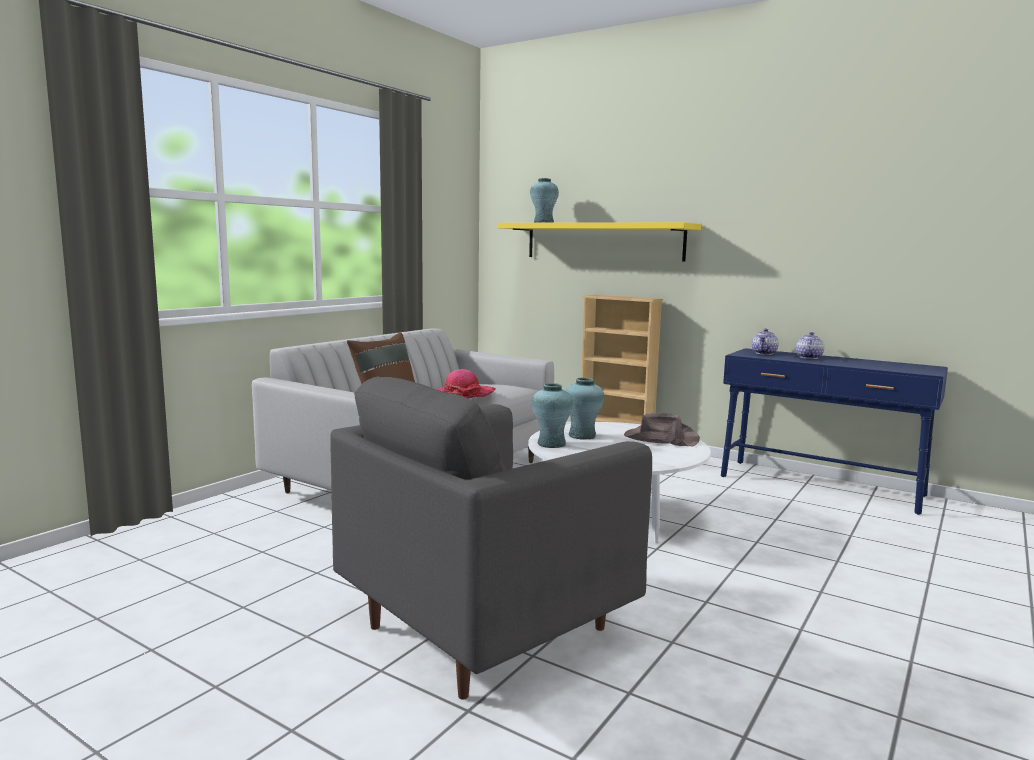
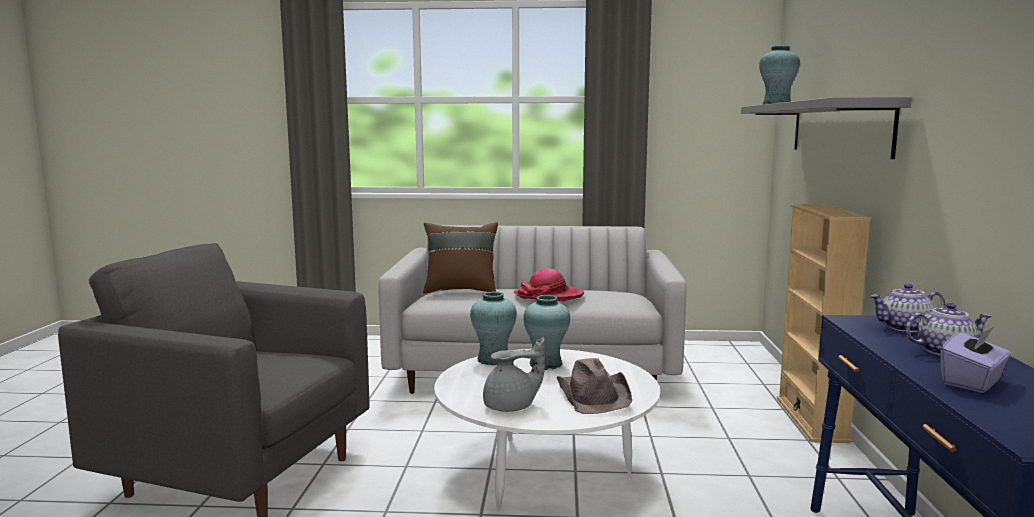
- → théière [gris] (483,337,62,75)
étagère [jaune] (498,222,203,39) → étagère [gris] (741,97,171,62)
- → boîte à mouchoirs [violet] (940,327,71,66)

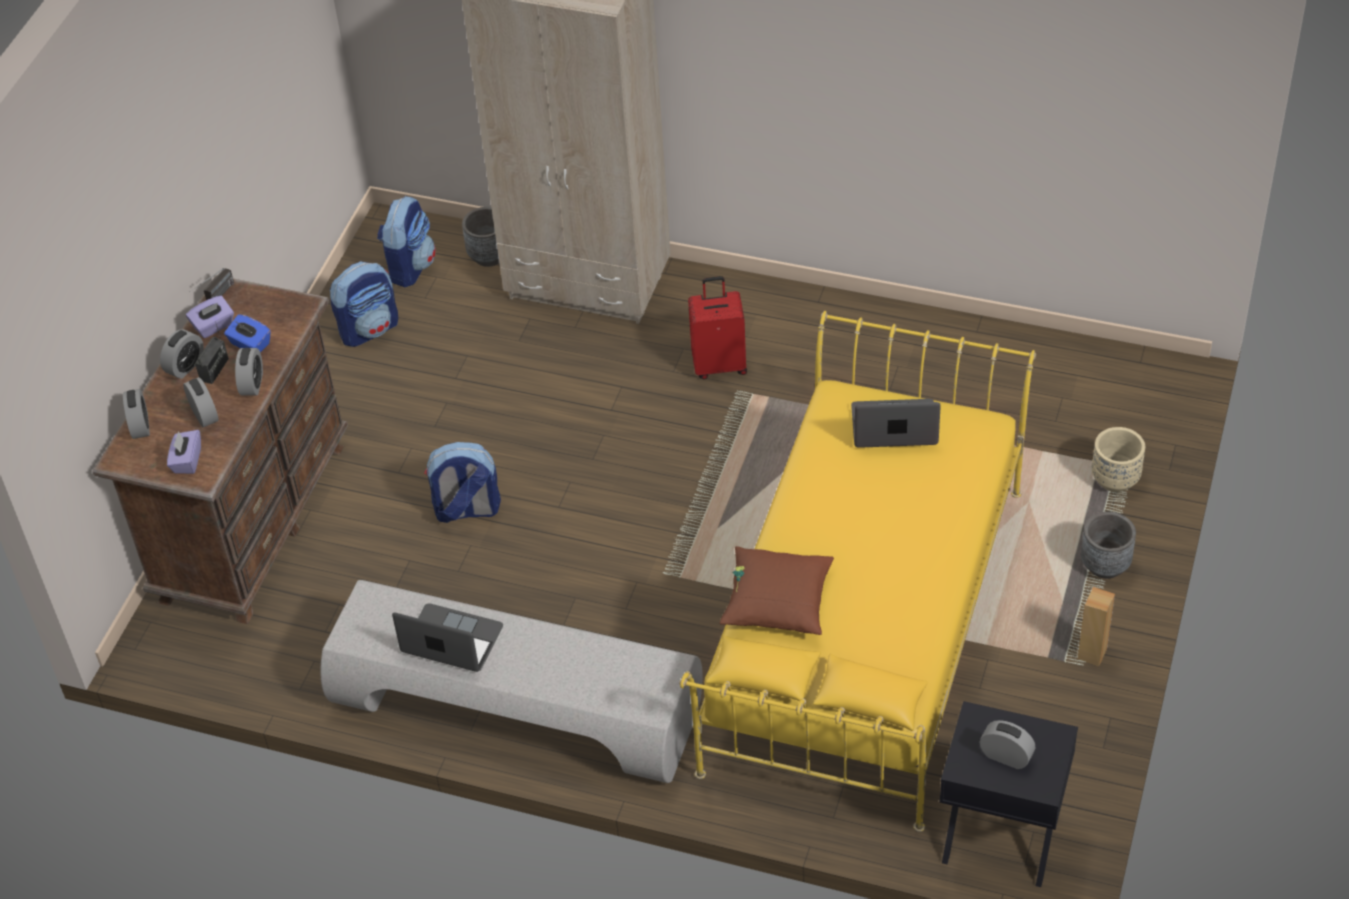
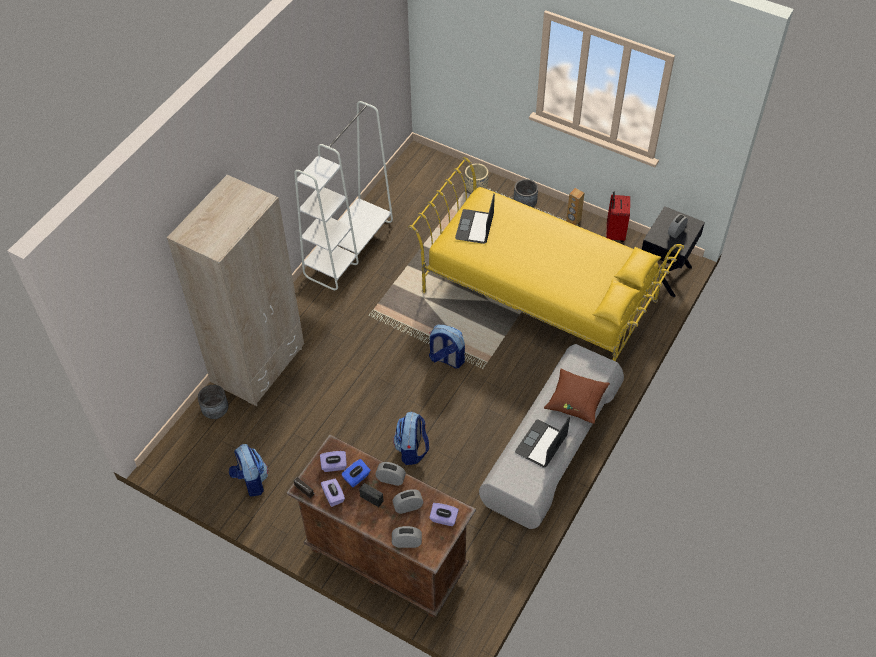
- → portant [blanc] (294,101,99,189)
- → boîte à mouchoirs [violet] (320,451,27,21)
sac à dos (377,196,59,91) → sac à dos (429,324,36,44), shifted
coussin [marron] (720,546,114,89) → coussin [marron] (544,369,66,55), shifted
valise [rouge] (688,276,59,103) → valise [rouge] (607,192,23,50), shifted
réveil (160,329,44,50) → -

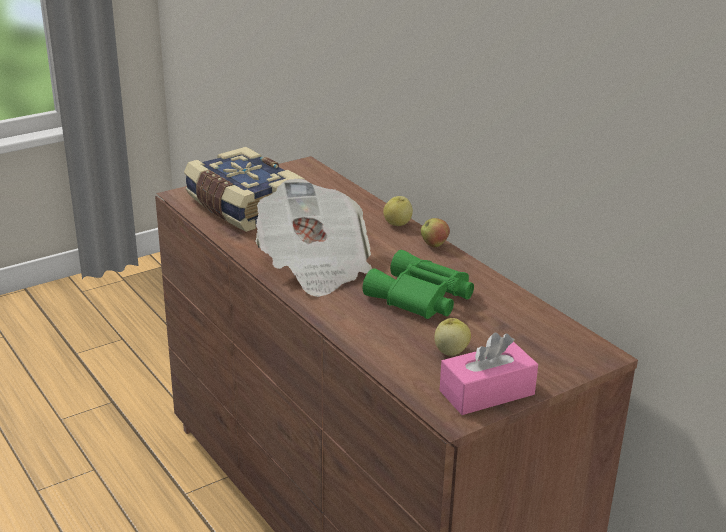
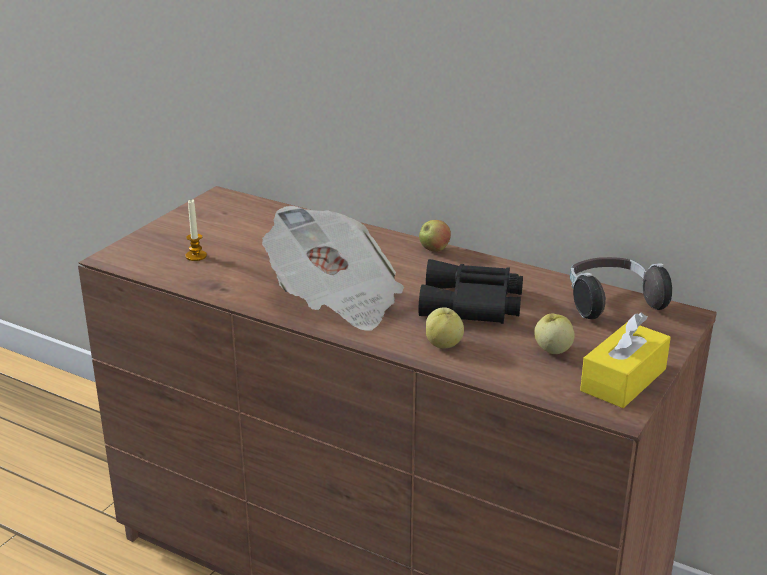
livre (184,147,120,85) → bougie (185,199,22,62)
jumelles [vert] (362,250,112,69) → jumelles [noir] (419,259,104,65)
pomme (383,196,30,30) → pomme (426,307,38,41), shifted
- → casque audio (570,257,102,62)
boîte à mouchoirs [rose] (439,333,99,82) → boîte à mouchoirs [jaune] (580,312,91,96)

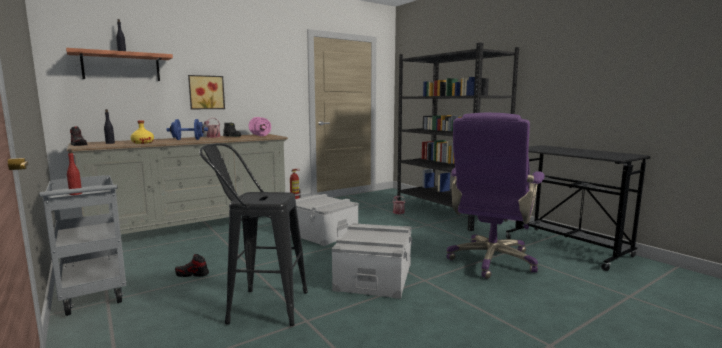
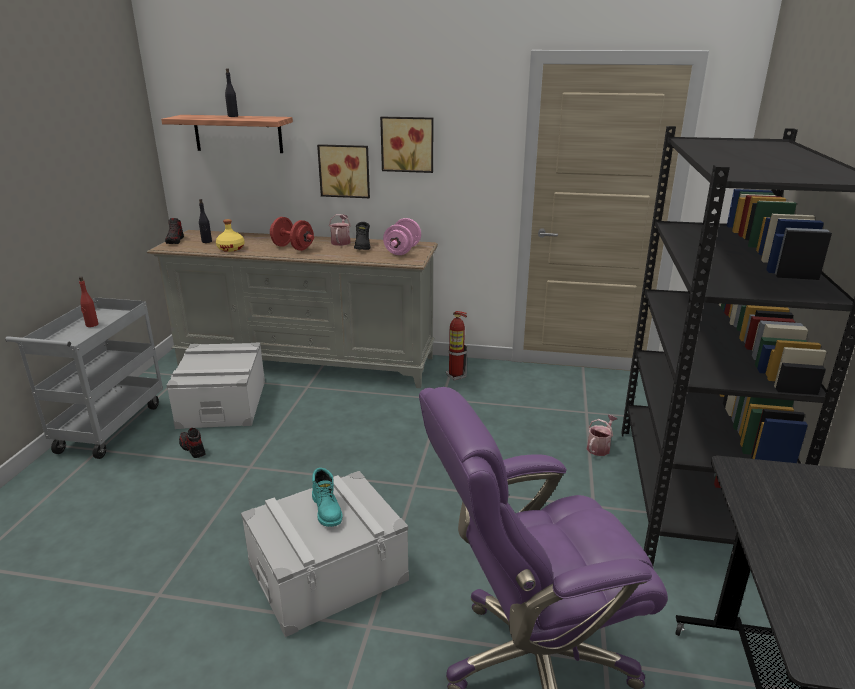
boîte de rangement [gris] (290,194,69,52) → boîte de rangement [gris] (166,343,99,86), shifted
haltère [bleu] (166,119,42,21) → haltère [rouge] (270,217,44,34)
- → botte [turquoise] (312,468,31,59)
- → tableau (380,116,53,57)
tabouret [noir] (199,143,109,183) → -

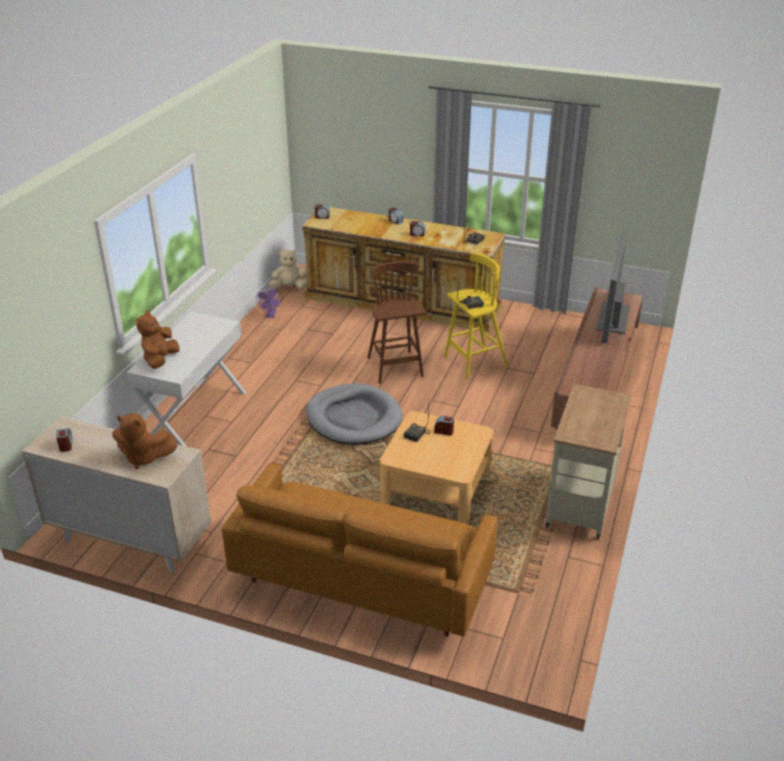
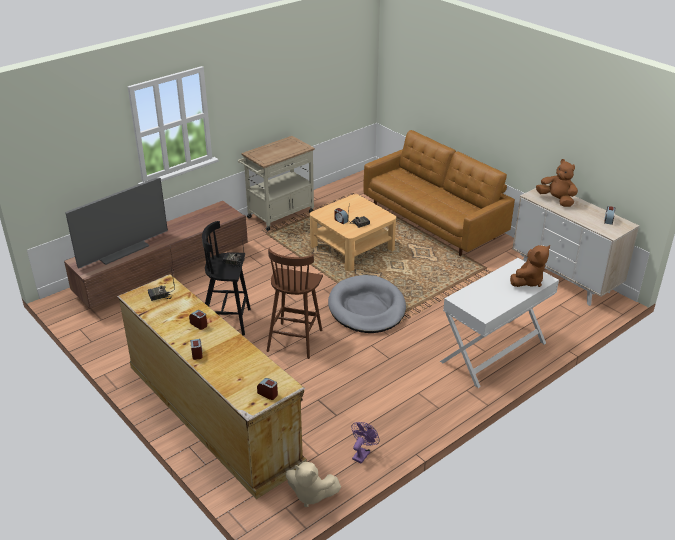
tabouret [jaune] (444,253,64,126) → tabouret [noir] (202,221,49,115)

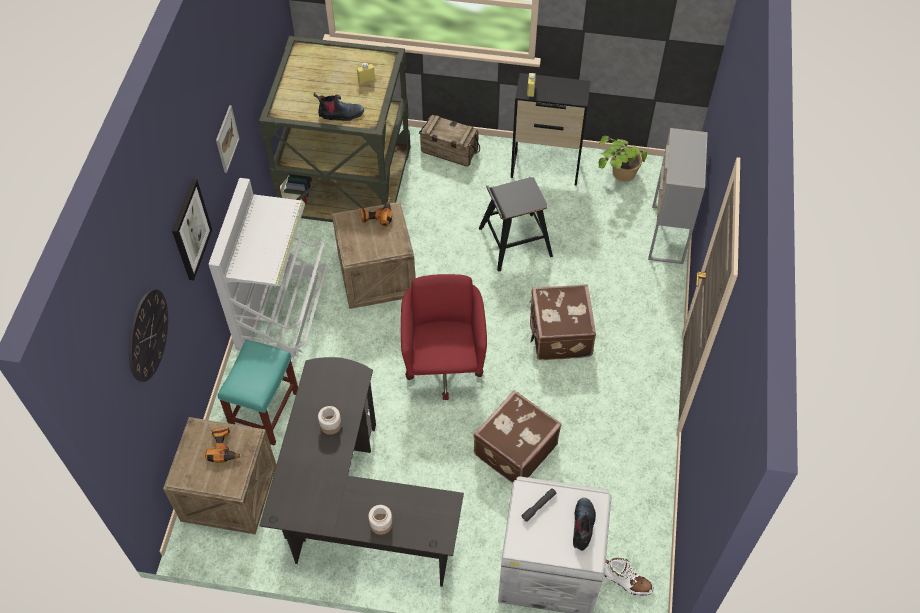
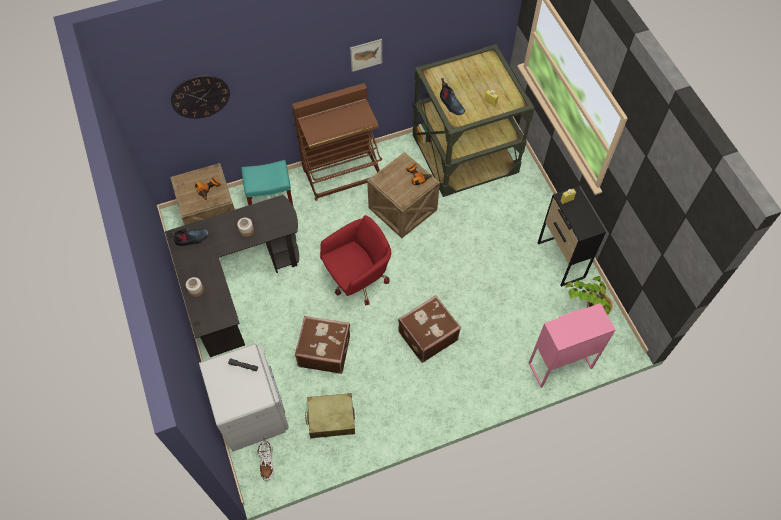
botte (573,498,23,53) → botte (168,229,41,17), shifted
étagère à chaussures [blanc] (209,178,118,183) → étagère à chaussures [marron] (292,83,90,118)
- → valise [beige] (305,393,50,46)
meuble de rangement [gris] (648,128,60,136) → meuble de rangement [rose] (529,303,87,85)
tableau (172,179,40,101) → -
caisse (419,115,61,52) → -
tabouret [noir] (479,177,74,95) → -

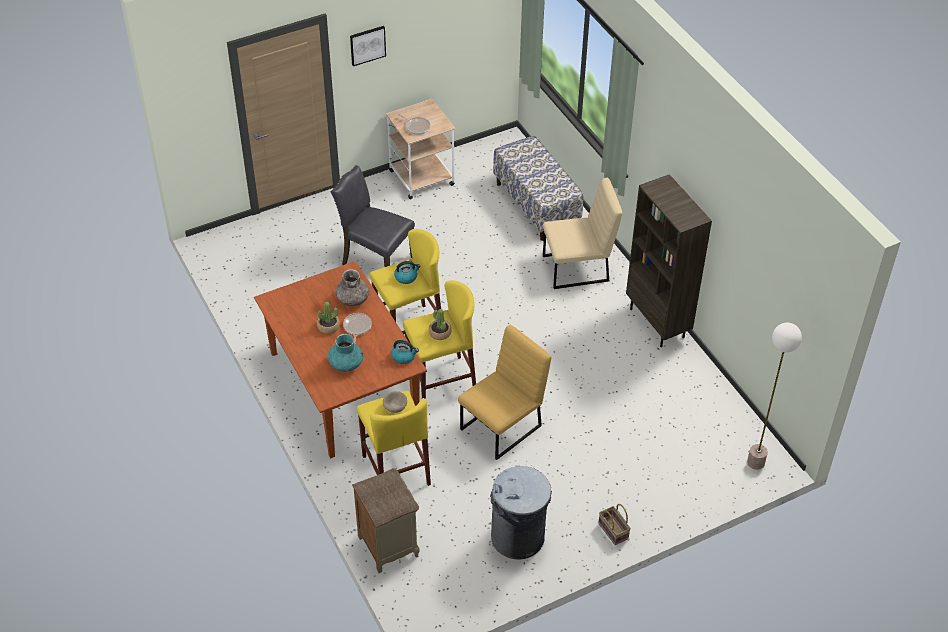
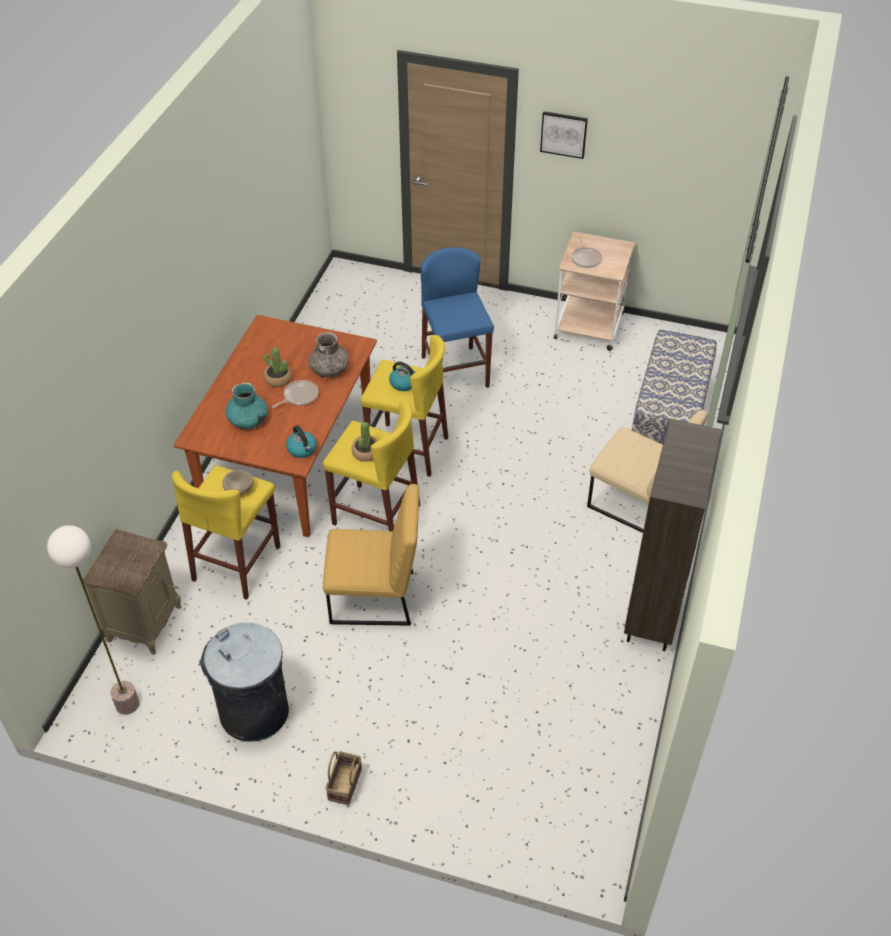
lampadaire (747,323,55,147) → lampadaire (47,525,92,190), shifted
chaise [gris] (331,165,84,102) → tabouret [bleu] (421,247,73,141)

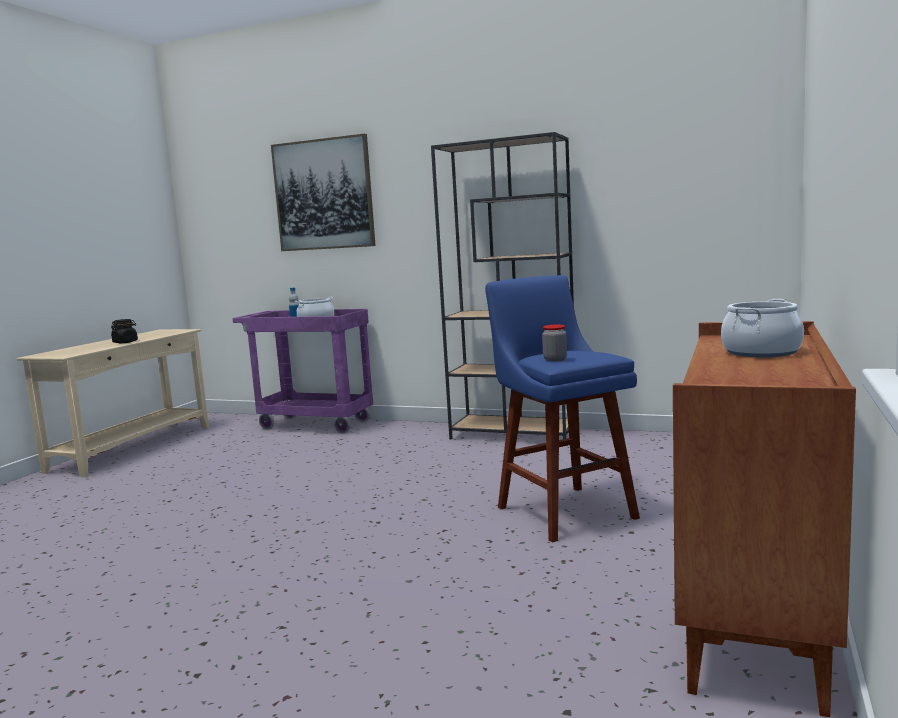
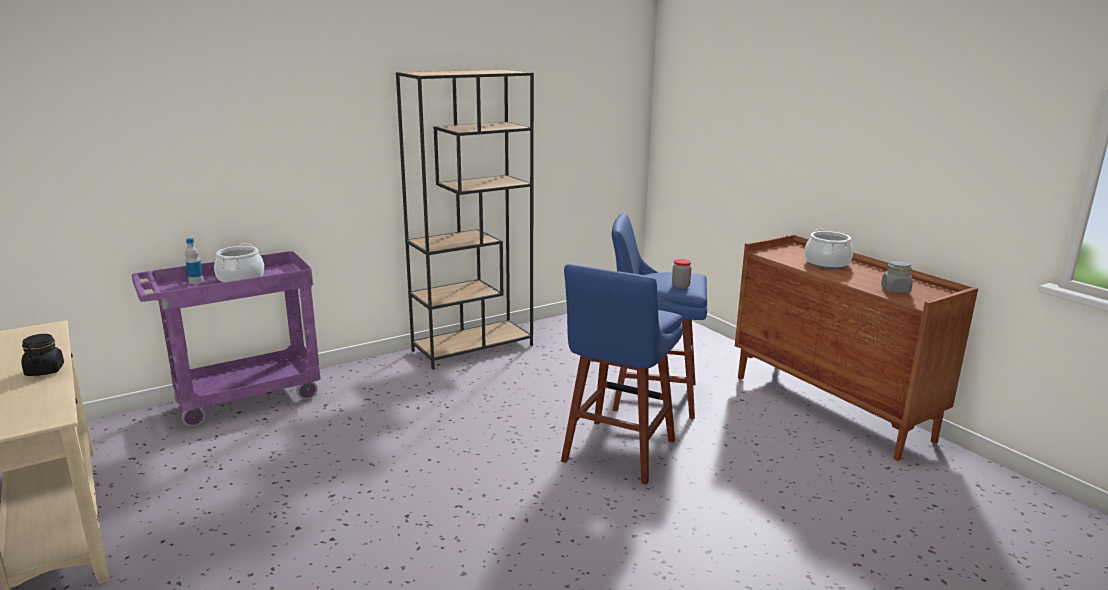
- → tabouret [bleu] (561,264,122,221)
- → bocal [gris] (881,260,32,33)
tableau (271,134,105,117) → -

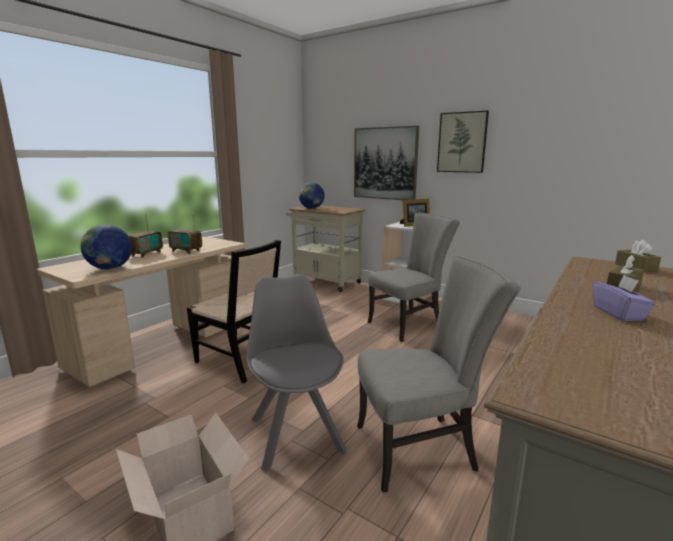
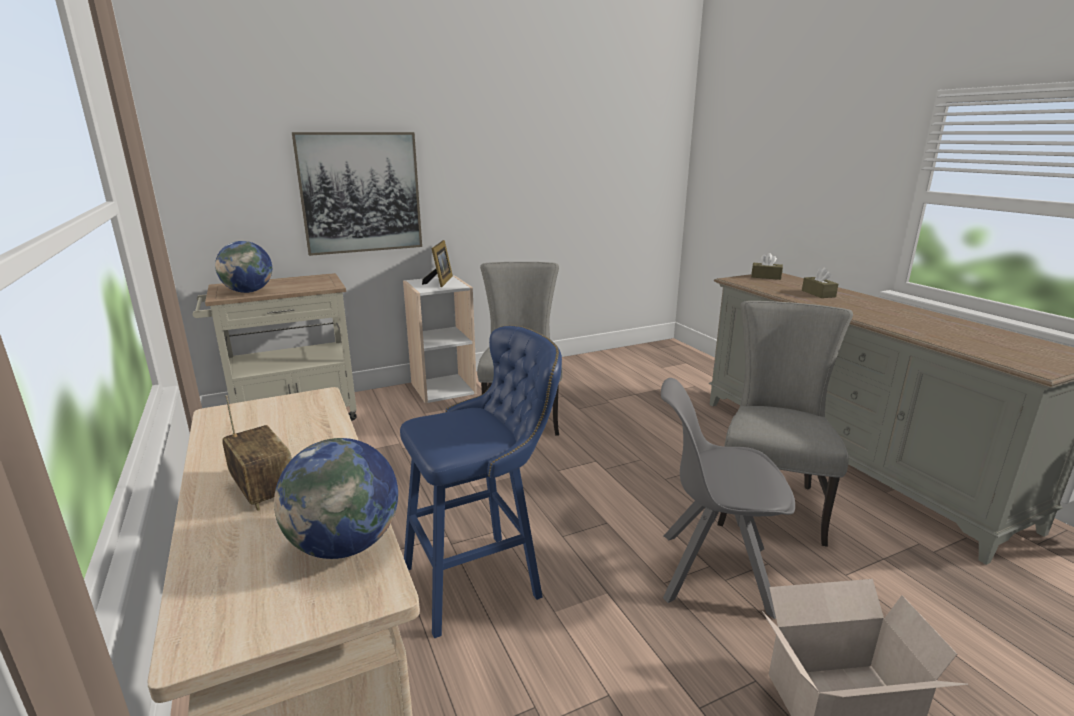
chaise (187,240,94,143) → tabouret [bleu] (400,325,162,313)
radio (168,214,34,40) → -
tableau (437,110,52,63) → -
boîte à mouchoirs [violet] (593,275,63,46) → -

